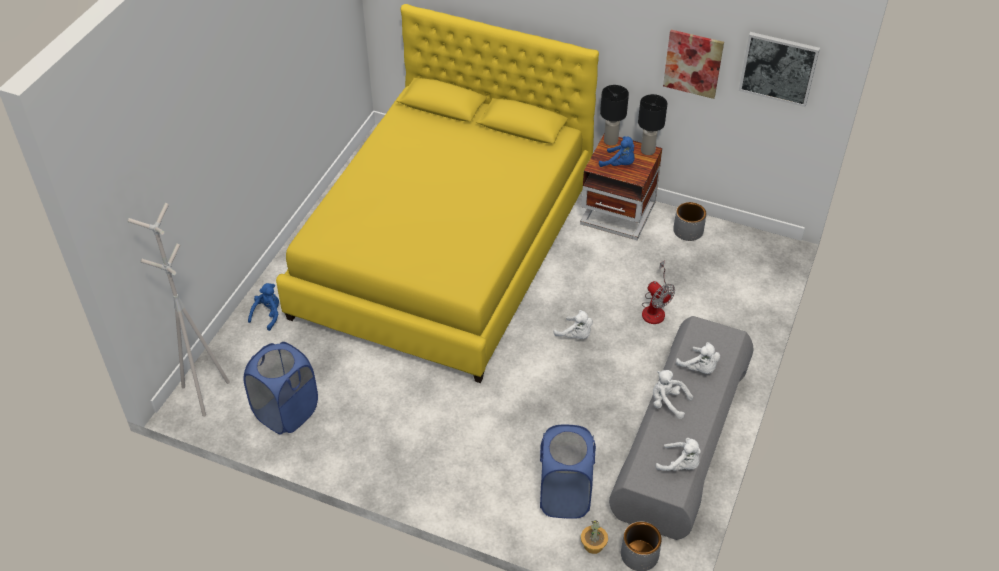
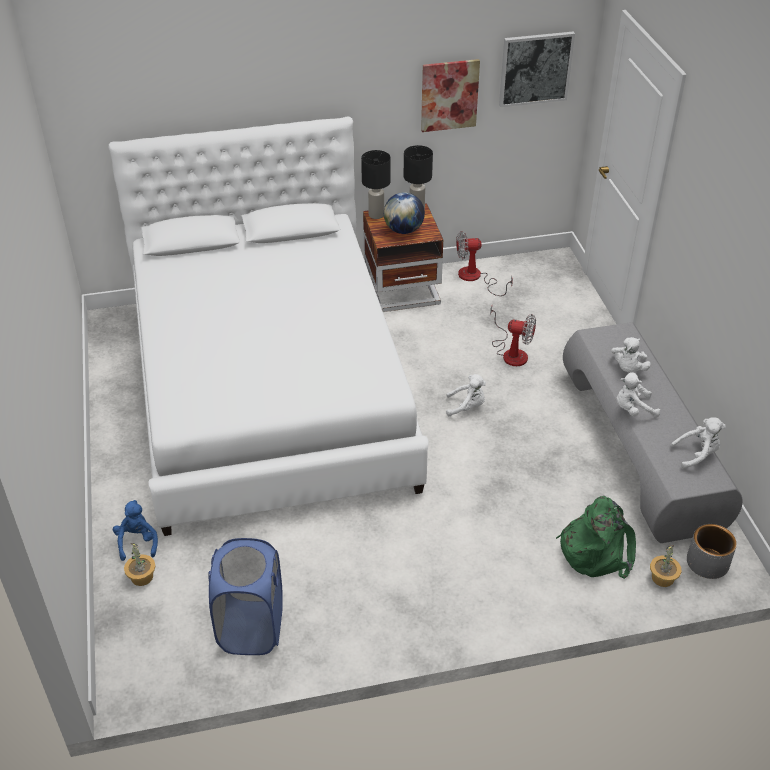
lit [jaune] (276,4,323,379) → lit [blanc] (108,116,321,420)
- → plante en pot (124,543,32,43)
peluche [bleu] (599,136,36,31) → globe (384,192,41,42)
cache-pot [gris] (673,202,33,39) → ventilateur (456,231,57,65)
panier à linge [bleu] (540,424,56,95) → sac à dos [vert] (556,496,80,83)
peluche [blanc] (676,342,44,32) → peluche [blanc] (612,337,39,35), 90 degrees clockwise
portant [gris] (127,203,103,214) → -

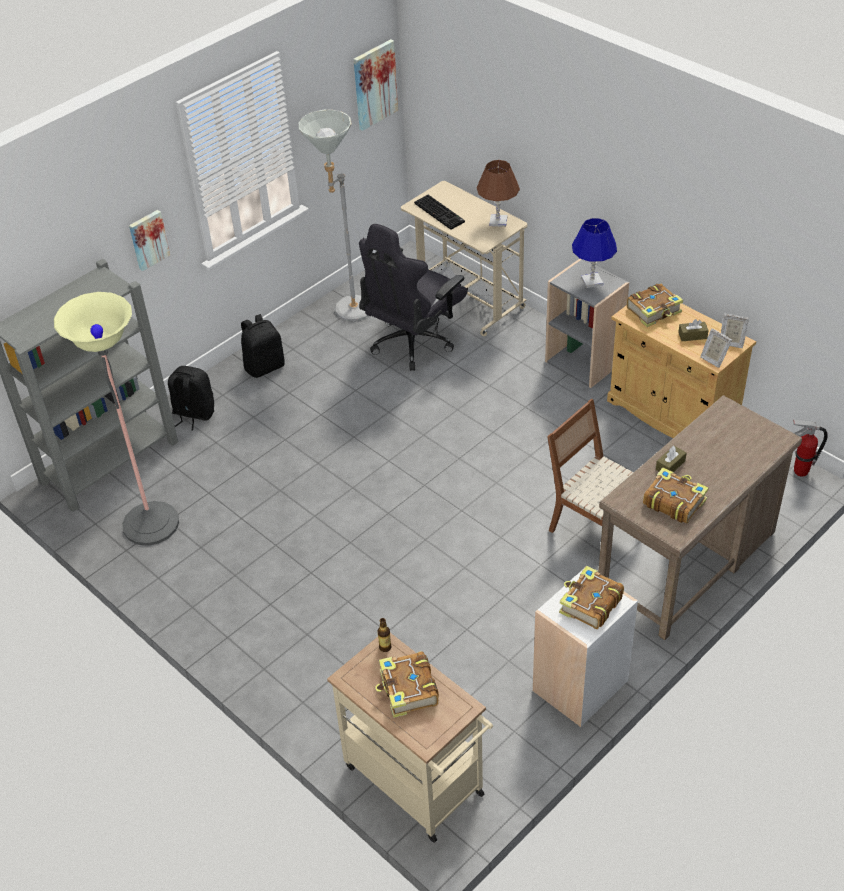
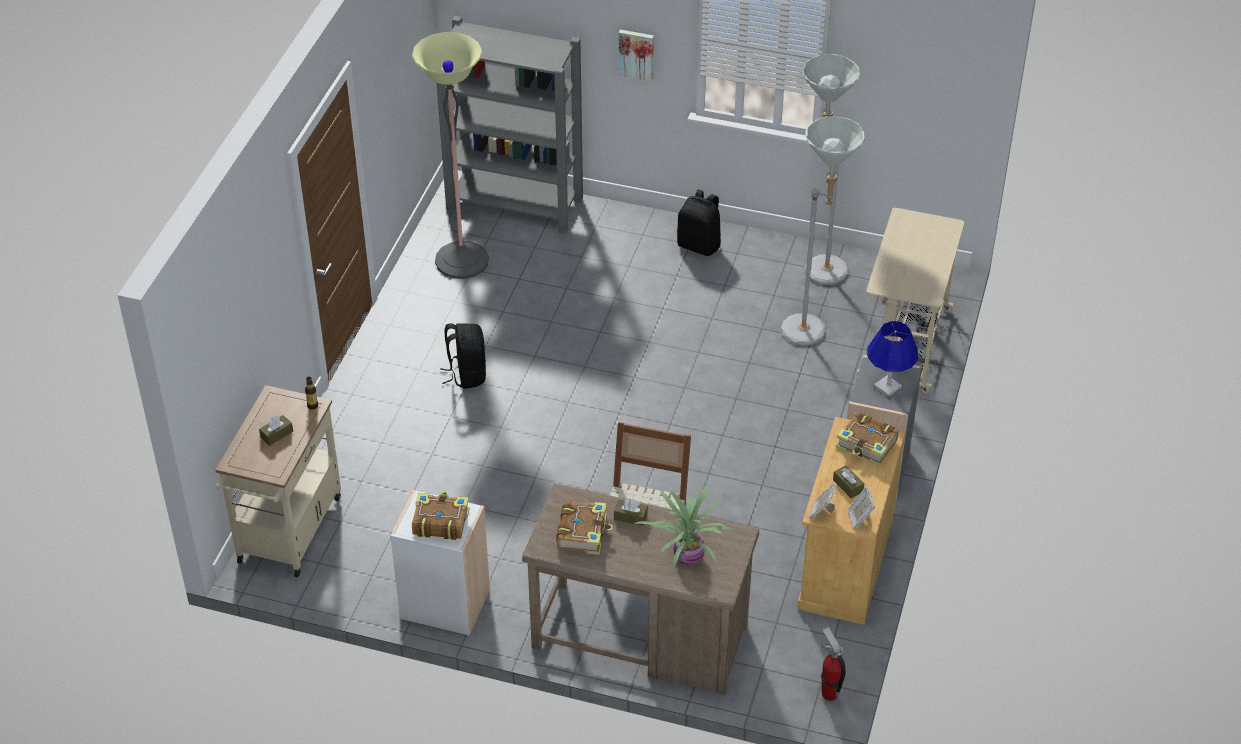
livre (375,651,64,67) → boîte à mouchoirs [marron] (259,415,34,31)
sac à dos [noir] (168,366,46,65) → sac à dos [noir] (440,323,46,66), shifted
- → plante en pot (634,487,99,81)
chaise de bureau [noir] (359,224,109,147) → lampadaire [gris] (781,116,84,230)
tableau (353,39,45,92) → -
clavier (414,195,51,35) → -
lampe de table [marron] (477,160,43,67) → -

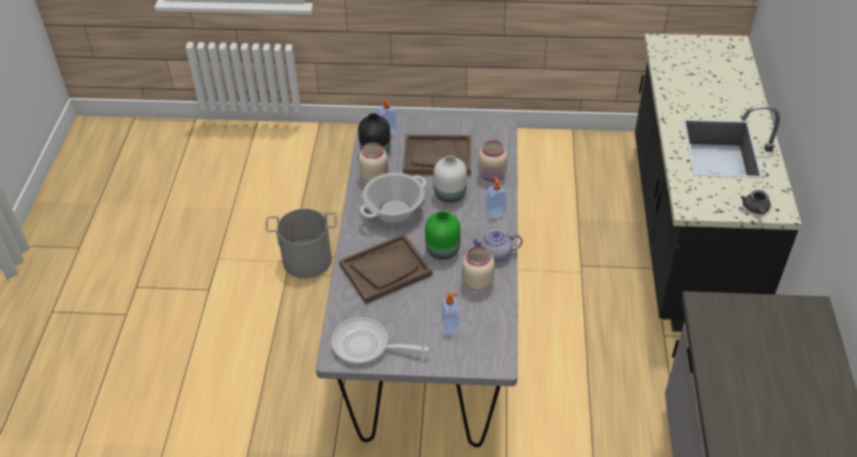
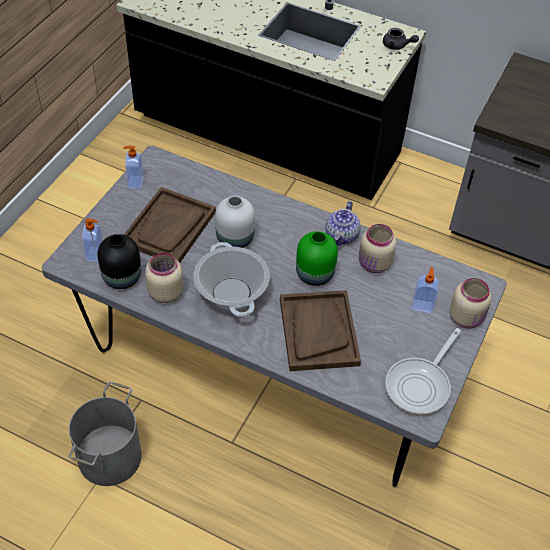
distributeur de savon (486,177,21,41) → distributeur de savon (123,146,21,43), shifted
bocal [beige] (478,140,29,42) → bocal [beige] (450,278,42,50), shifted

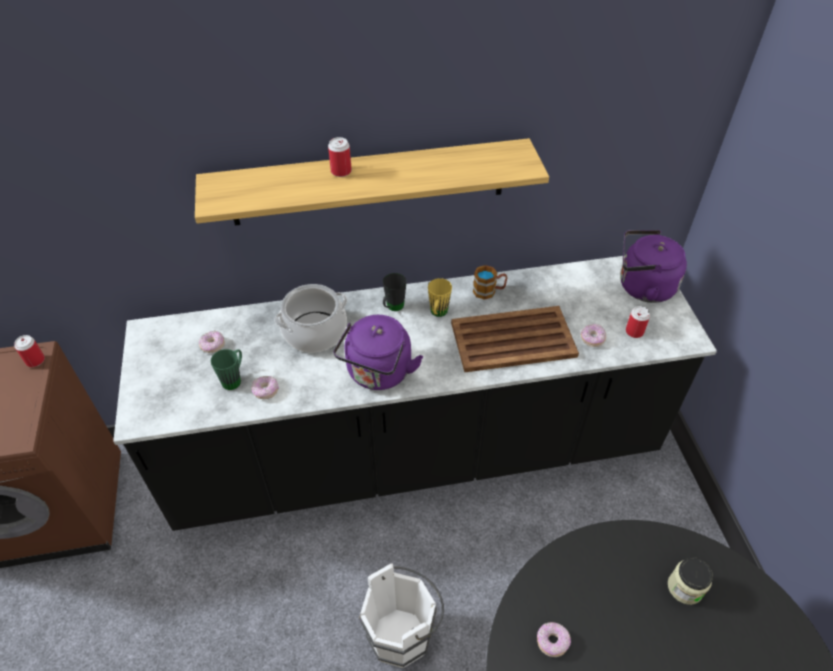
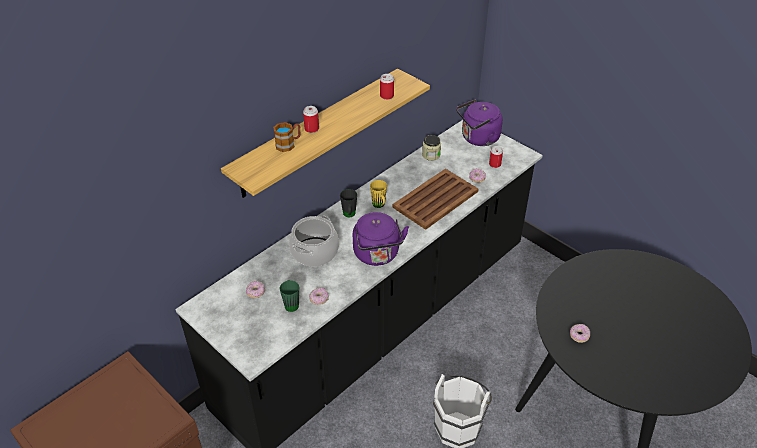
mug (473,265,34,35) → mug (273,122,27,30), shifted
boîte métallique (14,335,31,32) → boîte métallique (380,74,14,26), shifted
bocal (668,557,45,48) → bocal (422,135,19,26), shifted

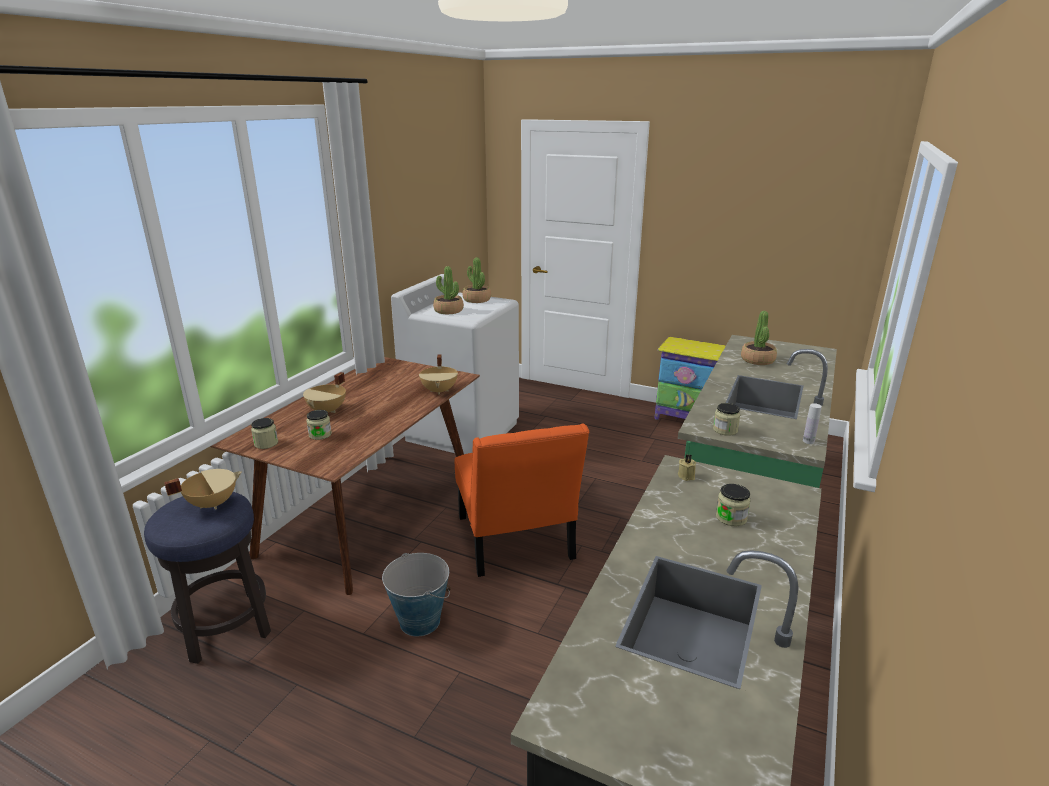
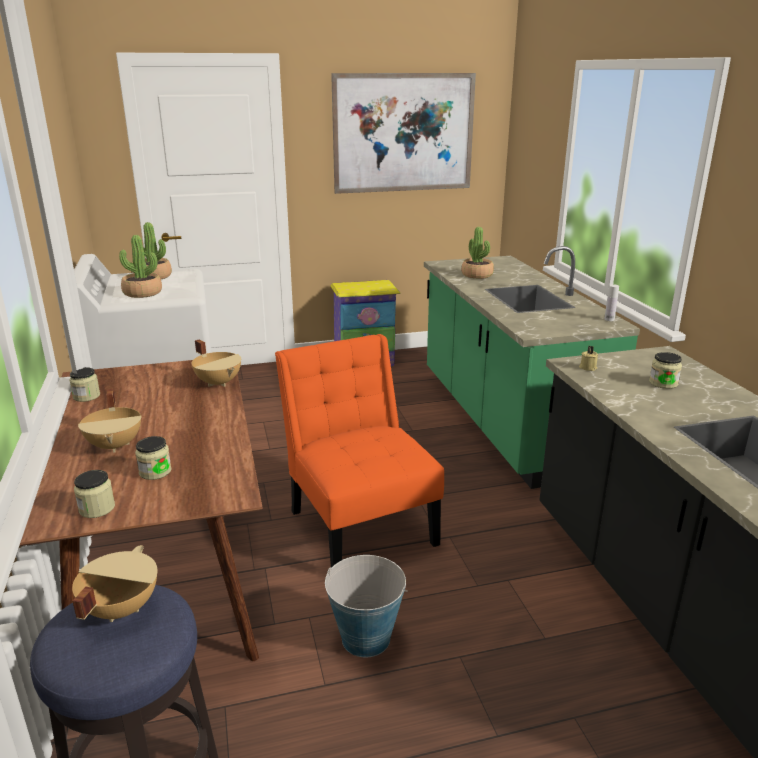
bocal (713,403,27,33) → bocal (69,367,31,35), shifted
chaise [orange] (455,423,134,154) → chaise [orange] (275,334,169,234), 150 degrees counterclockwise
- → tableau (331,73,145,121)

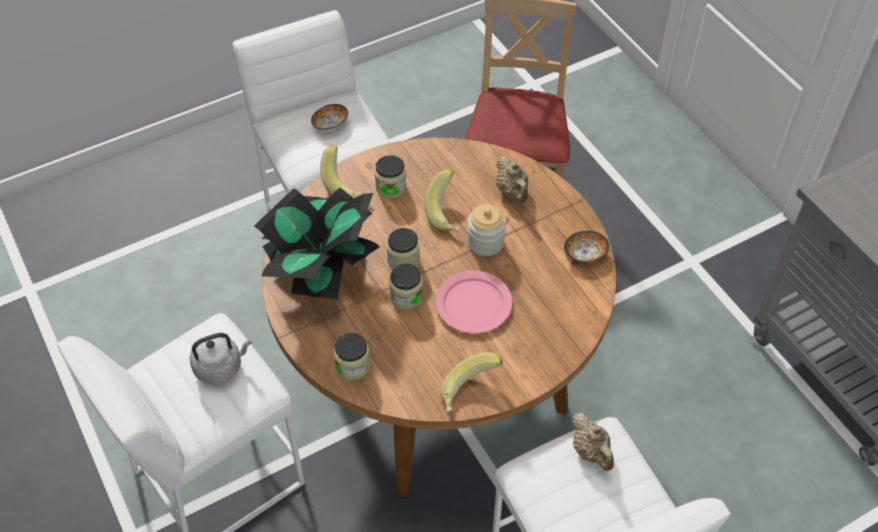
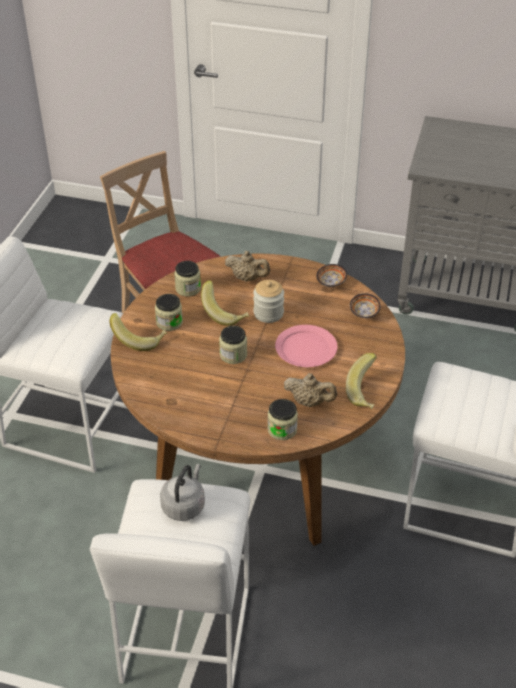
bocal (389,263,34,46) → bocal (174,261,27,35), shifted
théière [beige] (572,413,42,58) → théière [beige] (284,373,53,34), shifted
bol (311,104,37,26) → bol (350,293,31,25), shifted
plante en pot (254,188,126,112) → -

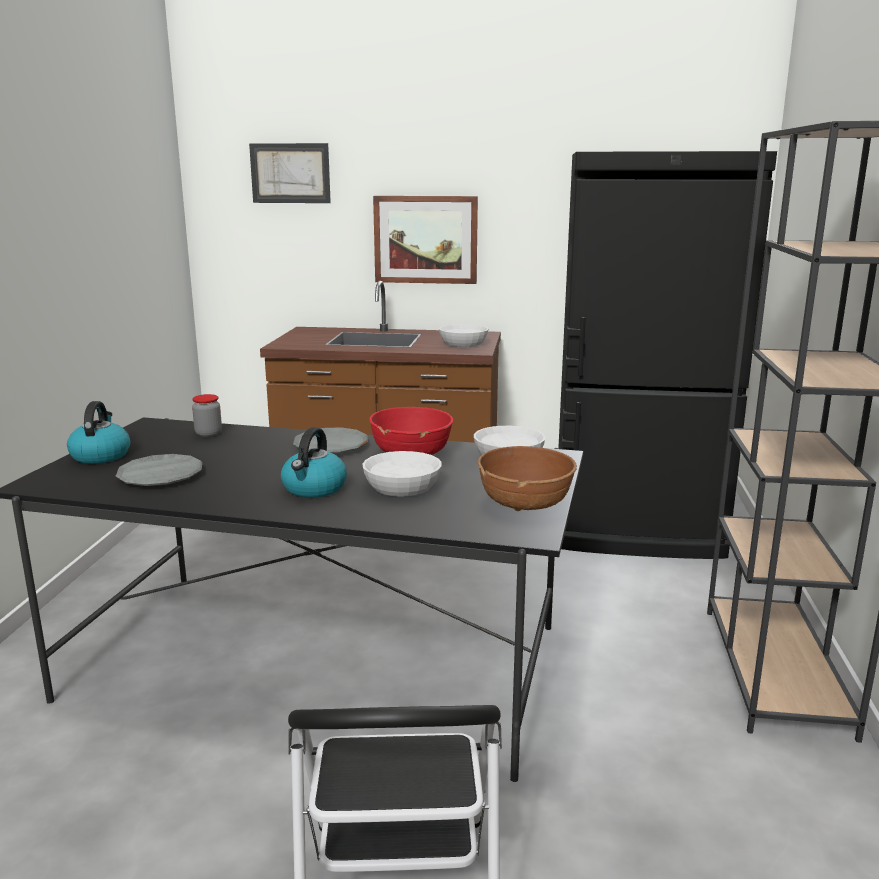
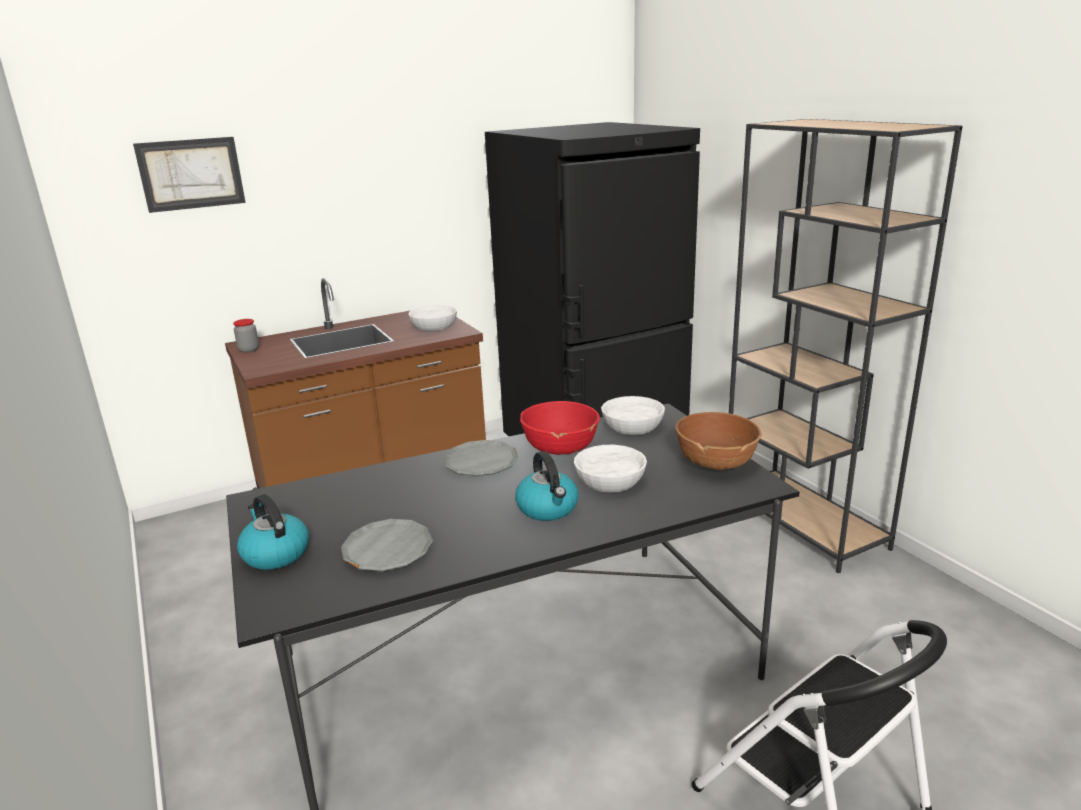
bocal (192,394,30,43) → bocal (233,319,26,34), shifted
tableau (373,196,105,88) → -

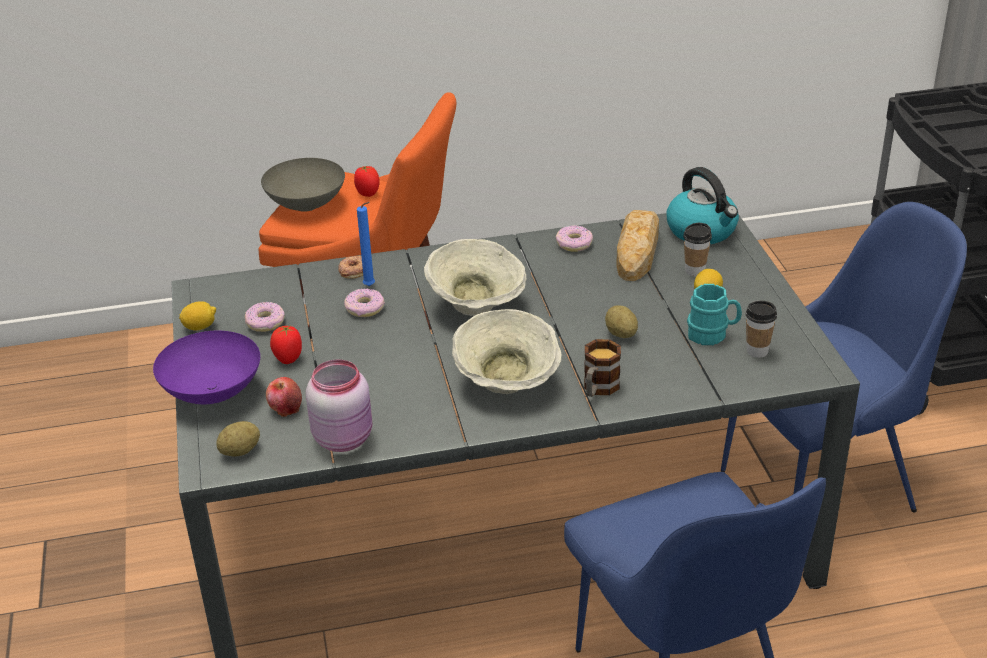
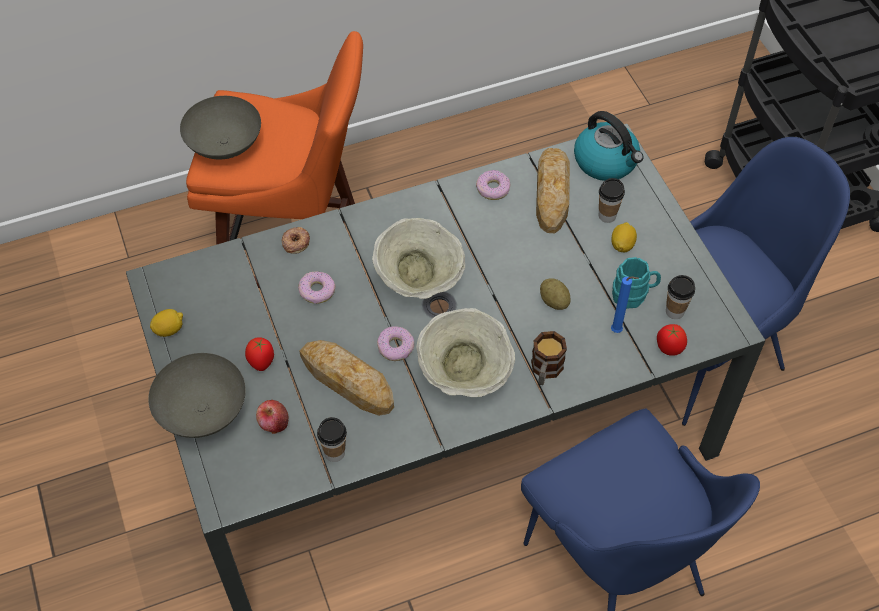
bol [violet] (153,331,107,73) → bol [gris] (148,353,98,85)
- → pain (299,340,95,76)
bocal [rose] (306,359,66,93) → tasse (317,417,30,45)
beignet (245,302,39,30) → beignet (377,326,37,35), shifted
bougie [bleu] (357,202,18,84) → bougie [bleu] (611,276,28,57), shifted
tomate (354,166,26,31) → tomate (657,324,30,32), shifted
pomme de terre (216,421,44,36) → -

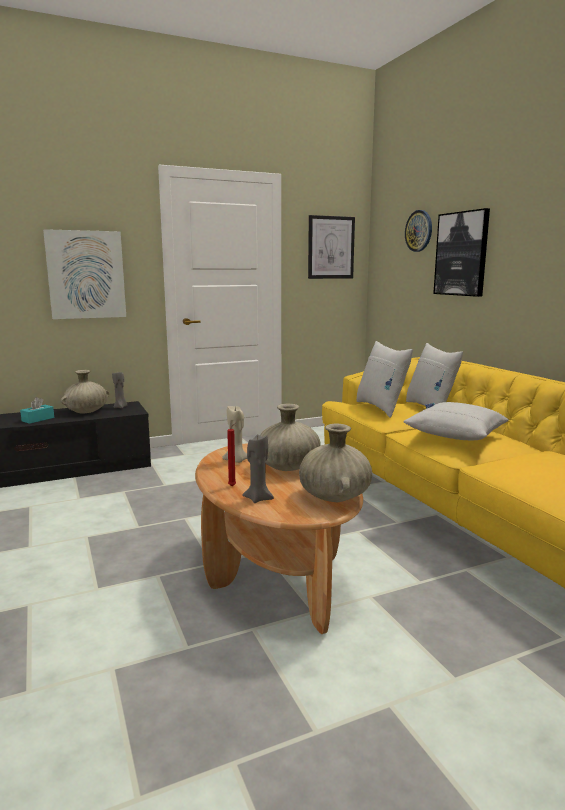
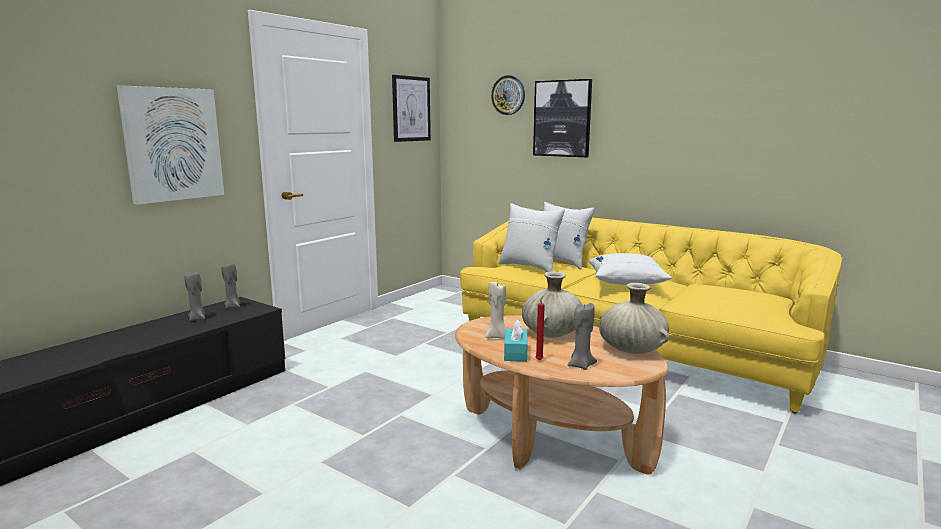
vase [beige] (60,370,49,43) → bougie [gris] (184,273,22,48)
boîte à mouchoirs [turquoise] (20,397,34,27) → boîte à mouchoirs [turquoise] (504,319,24,43), shifted

